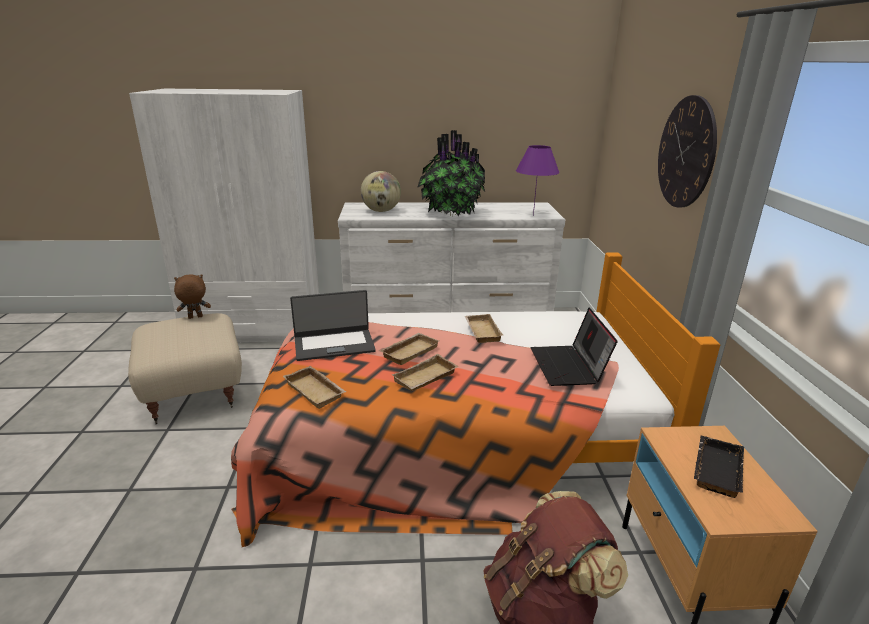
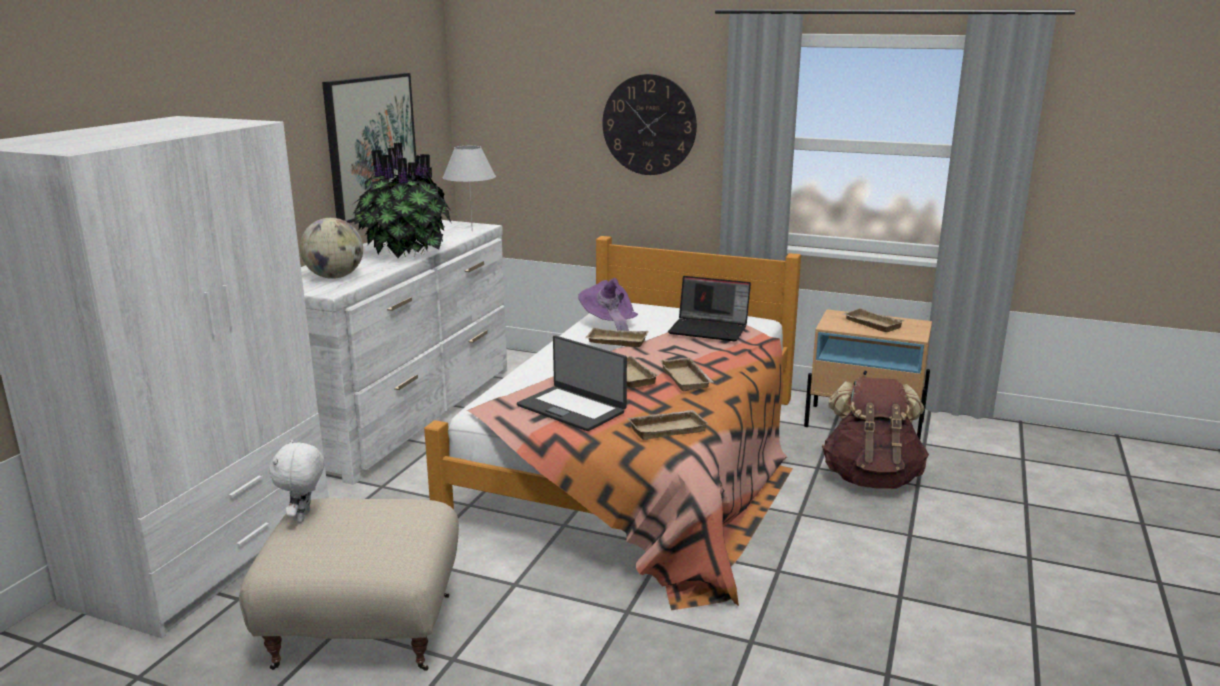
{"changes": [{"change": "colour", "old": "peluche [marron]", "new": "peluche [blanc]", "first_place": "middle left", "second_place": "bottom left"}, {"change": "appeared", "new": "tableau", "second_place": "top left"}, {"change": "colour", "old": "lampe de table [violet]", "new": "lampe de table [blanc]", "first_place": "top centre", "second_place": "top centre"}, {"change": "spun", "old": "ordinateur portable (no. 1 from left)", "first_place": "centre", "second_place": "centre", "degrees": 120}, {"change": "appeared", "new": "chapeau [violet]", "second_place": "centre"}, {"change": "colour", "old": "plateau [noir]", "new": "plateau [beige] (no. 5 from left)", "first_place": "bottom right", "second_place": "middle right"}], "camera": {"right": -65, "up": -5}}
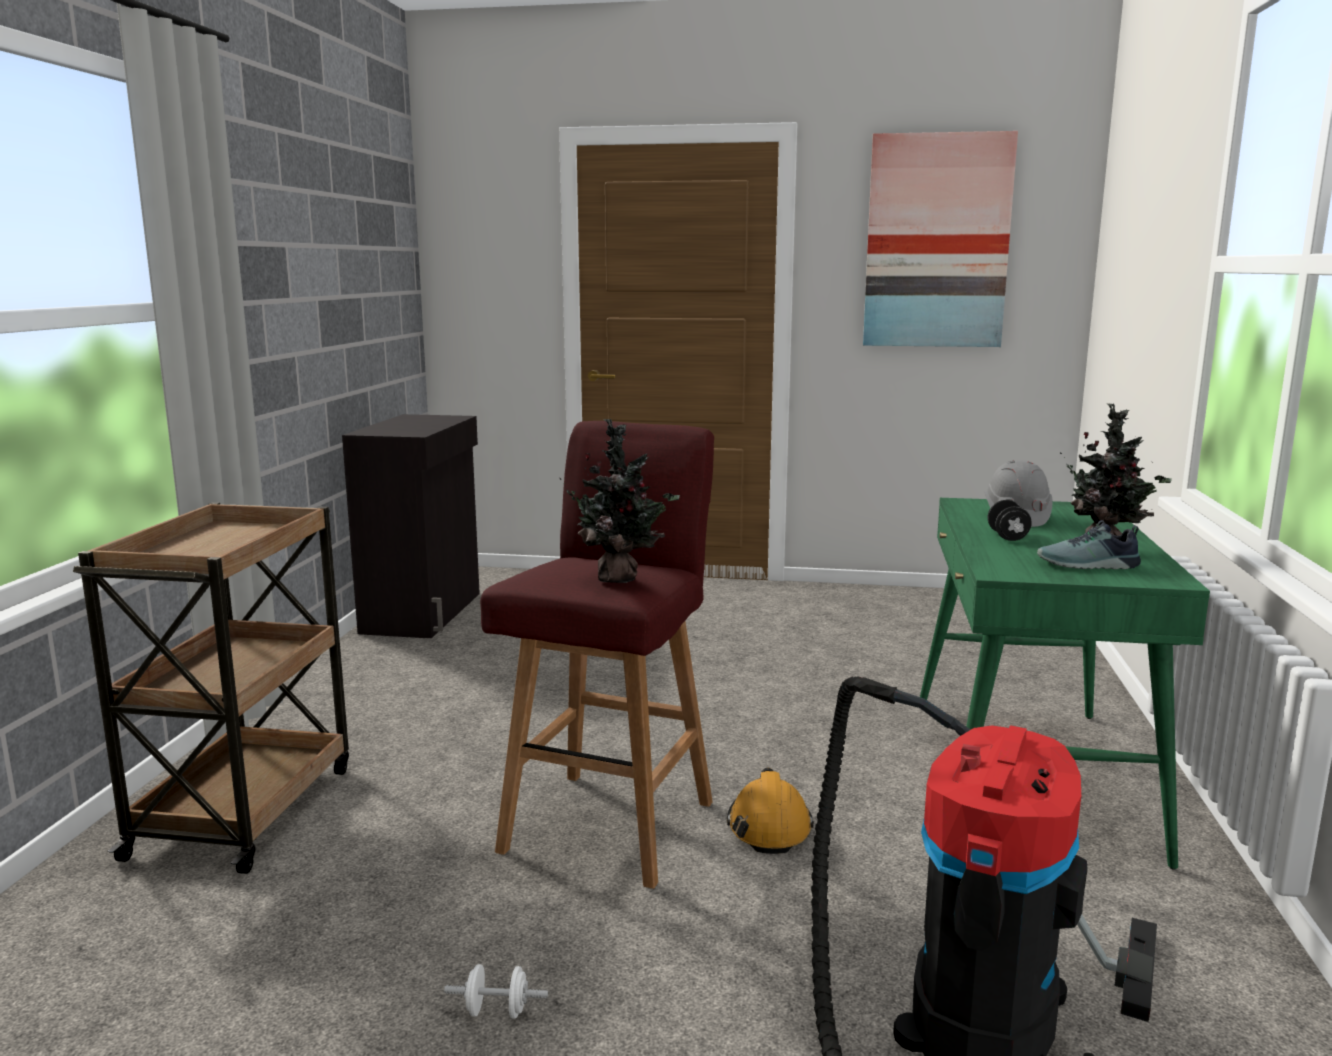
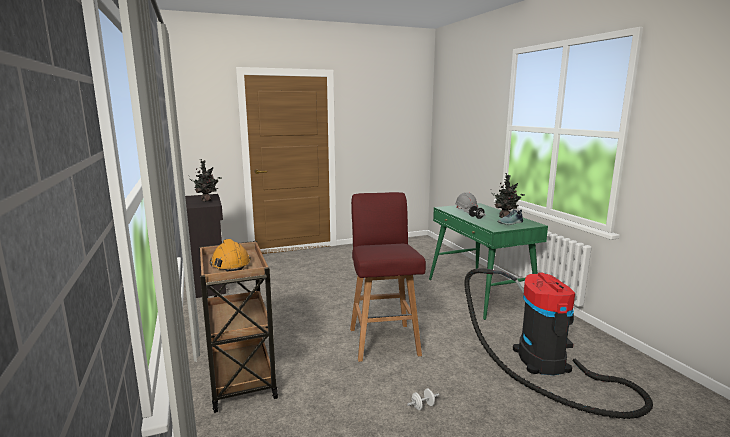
{"changes": [{"change": "relocated", "old": "plante en pot (no. 1 from left)", "first_place": "centre", "second_place": "middle left"}, {"change": "relocated", "old": "casque de chantier [orange]", "first_place": "bottom centre", "second_place": "middle left"}, {"change": "missing", "old": "tableau", "first_place": "top right"}], "camera": {"right": -30, "up": 0}}
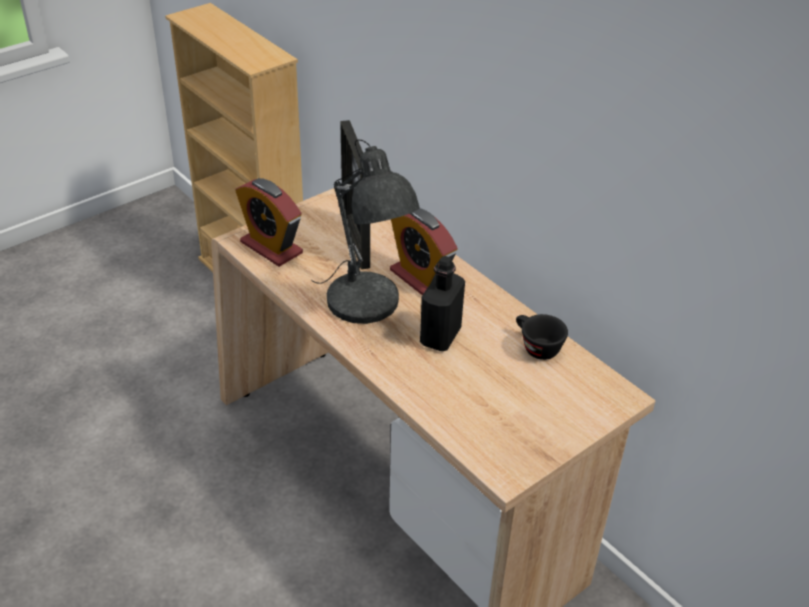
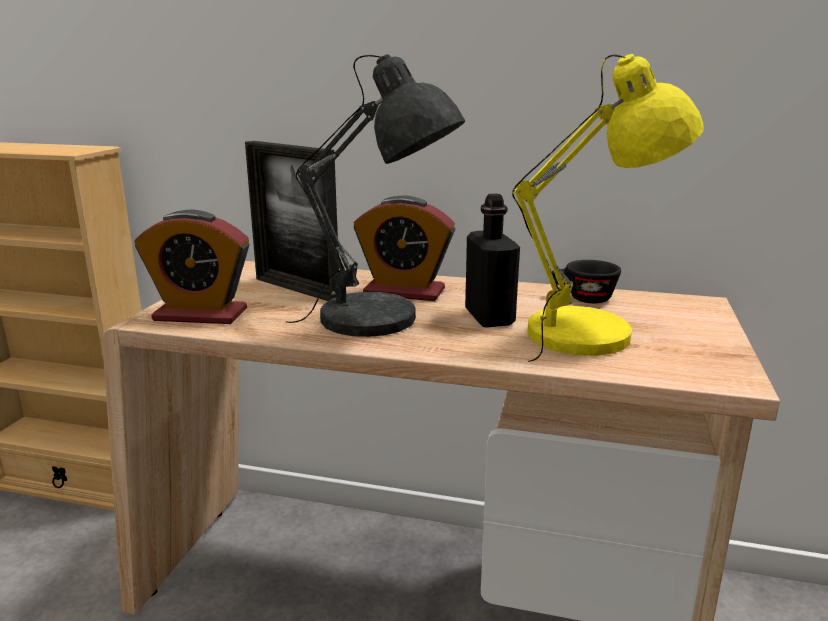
{"changes": [{"change": "appeared", "new": "lampe de table [jaune]", "second_place": "middle right"}], "camera": {"right": -35, "up": -20}}
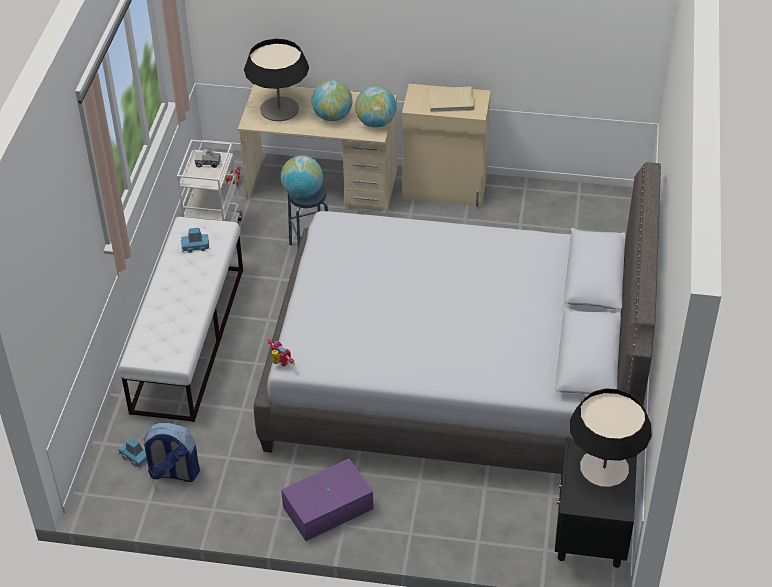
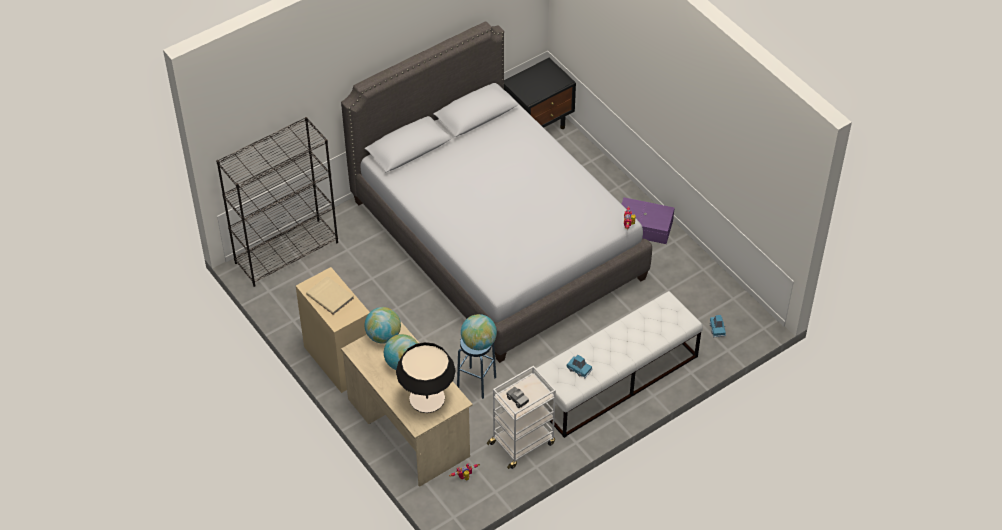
{"changes": [{"change": "appeared", "new": "bibliothèque [noir]", "second_place": "middle left"}, {"change": "missing", "old": "sac à dos", "first_place": "bottom left"}, {"change": "missing", "old": "lampe de table (no. 2 from left)", "first_place": "bottom right"}], "camera": {"right": -135, "up": 5}}
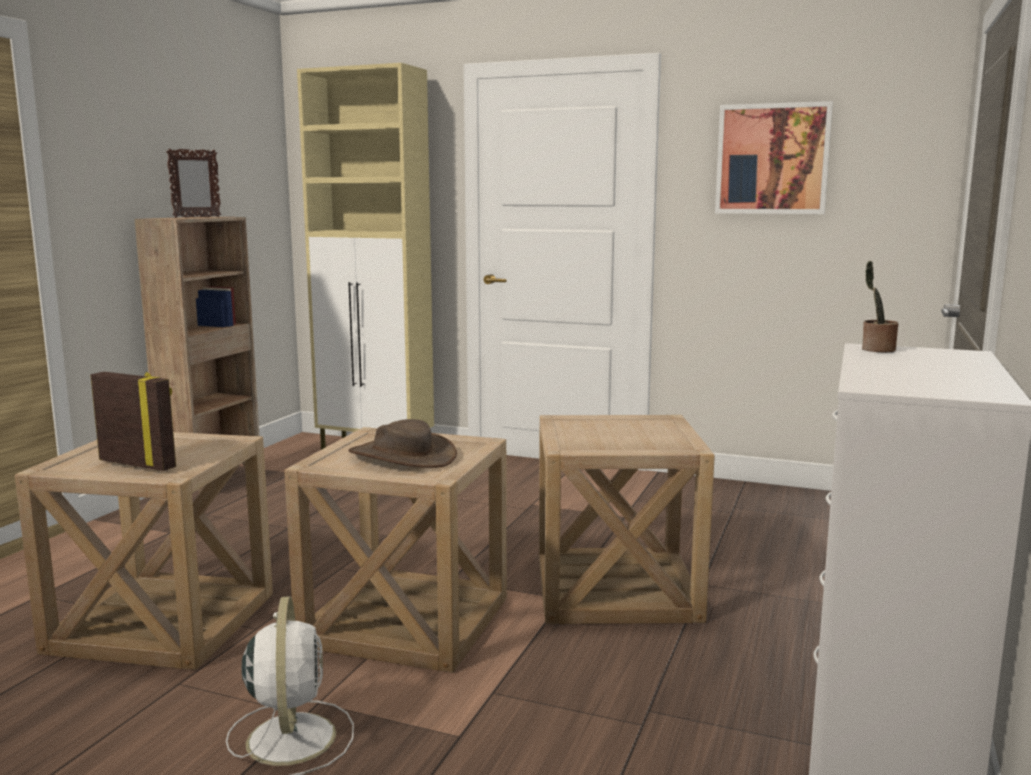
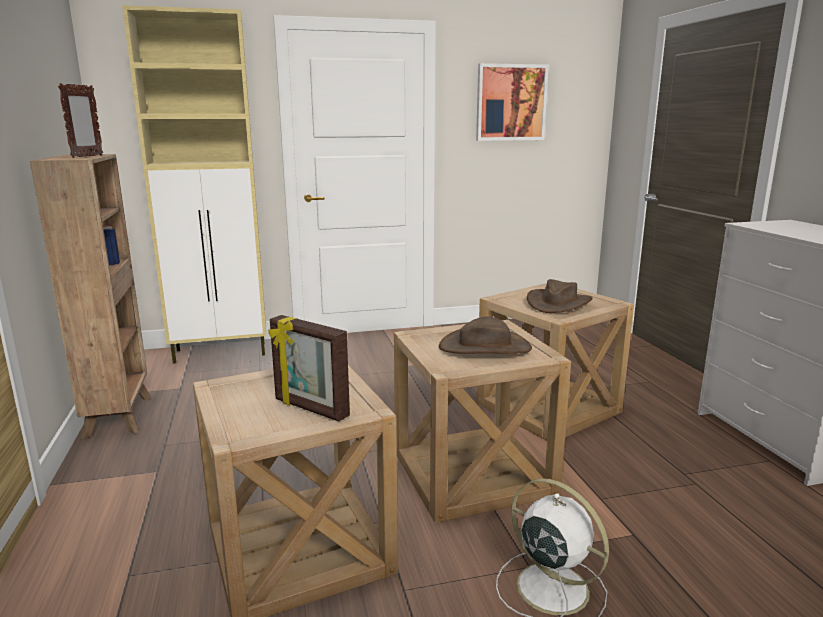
{"changes": [{"change": "spun", "old": "cadre photo (no. 1 from left in the first image)", "first_place": "middle left", "second_place": "centre", "degrees": -135}, {"change": "appeared", "new": "chapeau [marron] (no. 2 from left)", "second_place": "middle right"}, {"change": "missing", "old": "plante en pot", "first_place": "middle right"}], "camera": {"right": -35, "up": 5}}
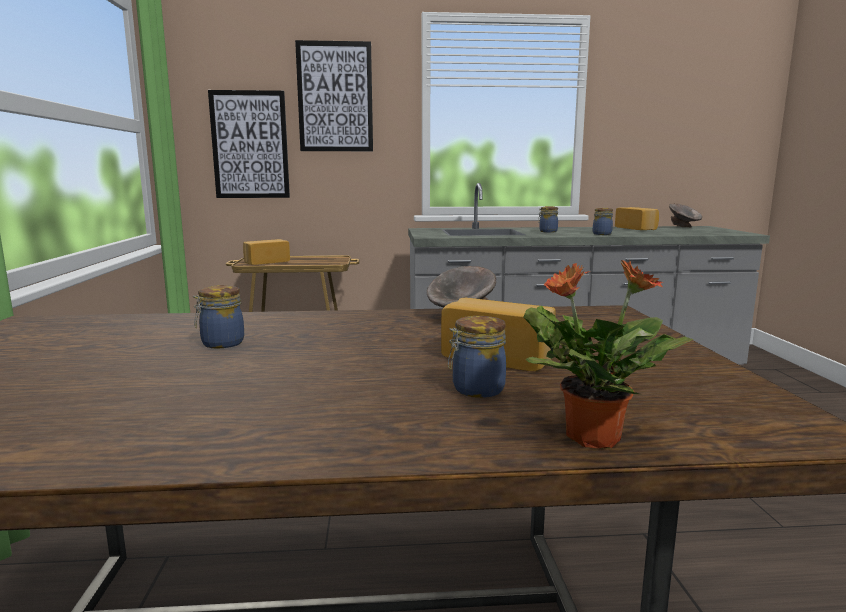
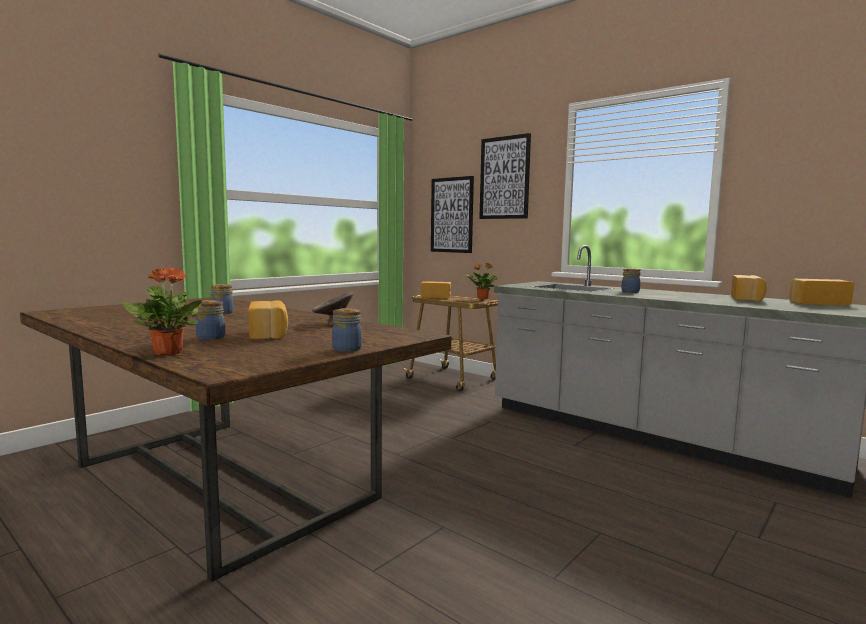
{"changes": [{"change": "relocated", "old": "bocal (no. 4 from left in the first image)", "new": "bocal (no. 3 from left)", "first_place": "middle right", "second_place": "centre"}, {"change": "appeared", "new": "plante en pot (no. 2 from left)", "second_place": "centre"}, {"change": "exchanged", "old": "bol [gris] (no. 2 from left)", "new": "pain (no. 4 from left)", "first_place": "middle right", "second_place": "middle right"}], "camera": {"right": 45, "up": -5}}
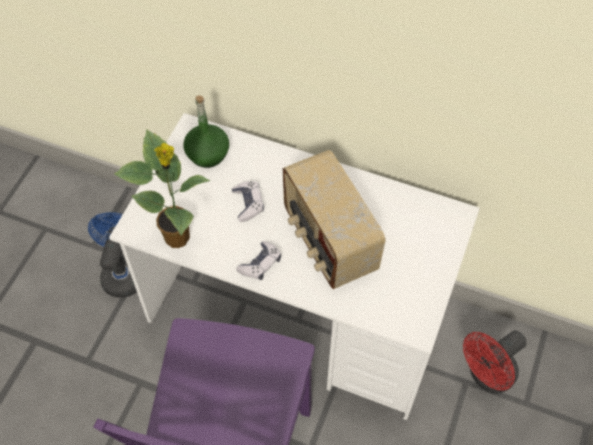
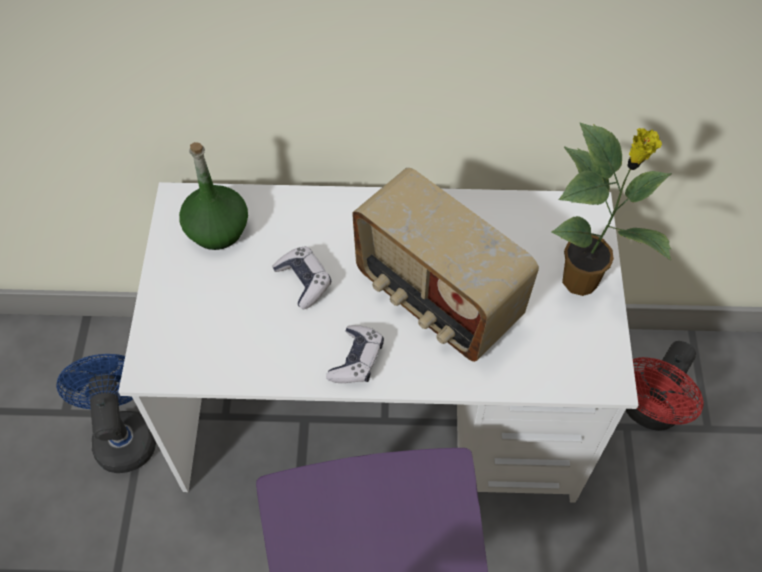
{"changes": [{"change": "relocated", "old": "plante en pot", "first_place": "middle left", "second_place": "middle right"}], "camera": {"right": -20, "up": 0}}
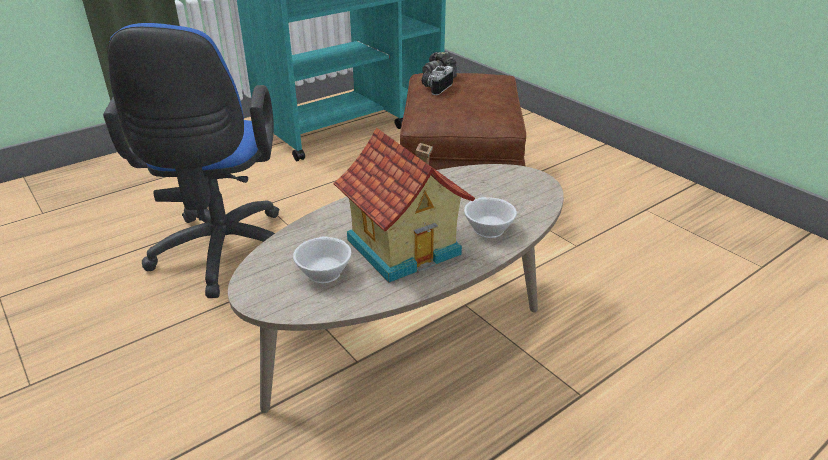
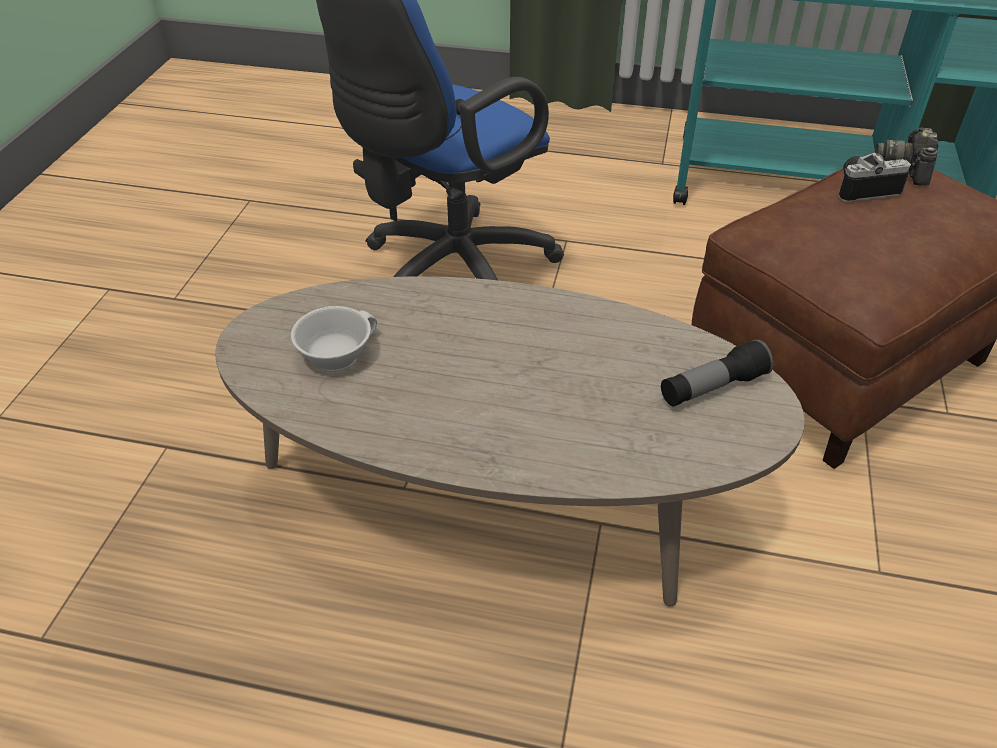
{"changes": [{"change": "appeared", "new": "lampe de poche", "second_place": "middle right"}, {"change": "missing", "old": "maison miniature", "first_place": "centre"}, {"change": "missing", "old": "tasse [blanc] (no. 2 from left)", "first_place": "centre"}], "camera": {"right": 50, "up": 10}}
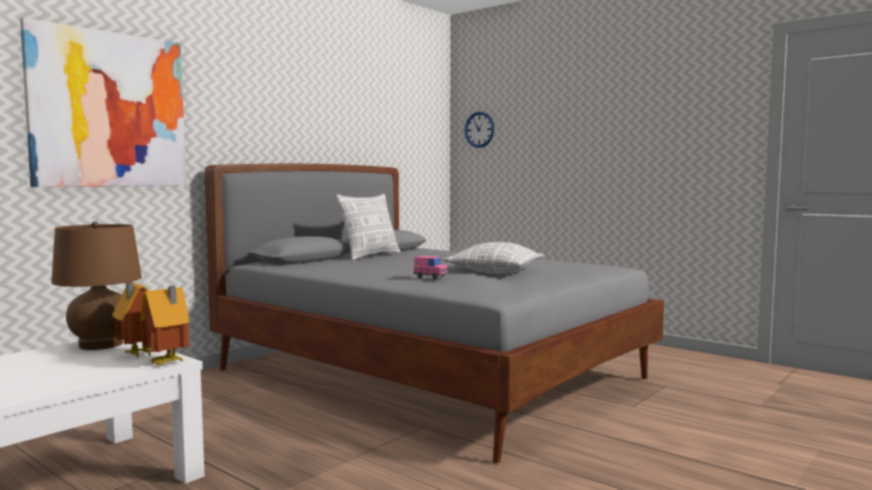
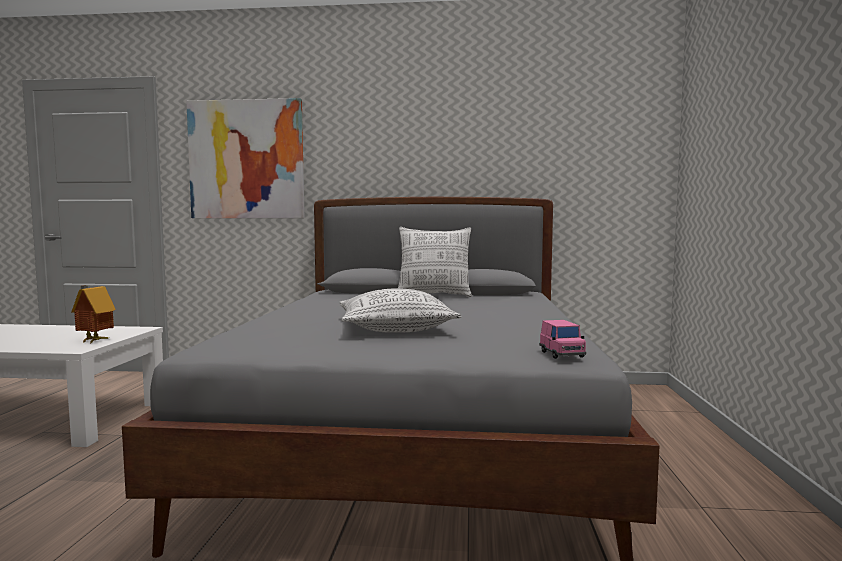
{"changes": [{"change": "relocated", "old": "petite voiture [rose]", "first_place": "centre", "second_place": "middle right"}, {"change": "missing", "old": "lampe de table [marron]", "first_place": "middle left"}, {"change": "missing", "old": "maison miniature (no. 2 from left)", "first_place": "middle left"}, {"change": "missing", "old": "horloge murale", "first_place": "top centre"}], "camera": {"right": 55, "up": 0}}
